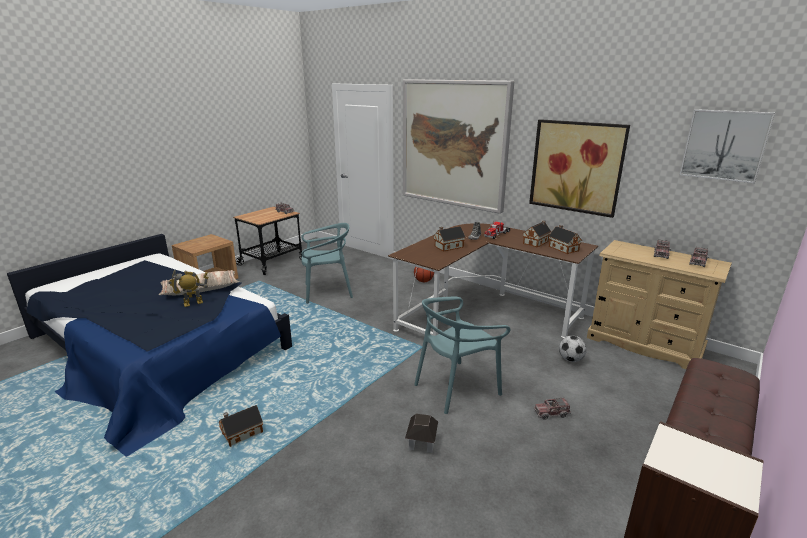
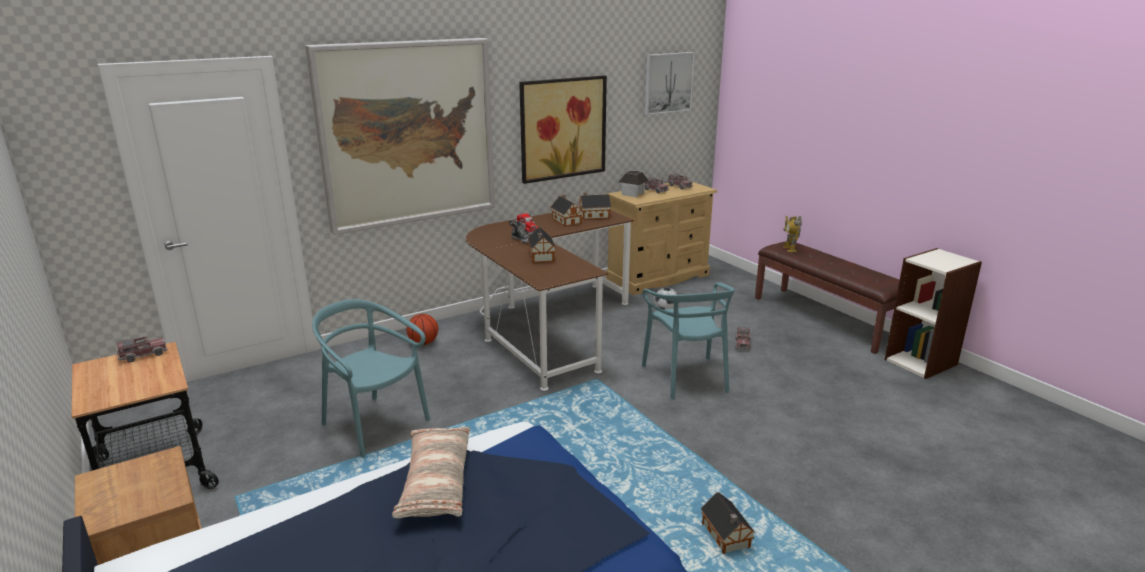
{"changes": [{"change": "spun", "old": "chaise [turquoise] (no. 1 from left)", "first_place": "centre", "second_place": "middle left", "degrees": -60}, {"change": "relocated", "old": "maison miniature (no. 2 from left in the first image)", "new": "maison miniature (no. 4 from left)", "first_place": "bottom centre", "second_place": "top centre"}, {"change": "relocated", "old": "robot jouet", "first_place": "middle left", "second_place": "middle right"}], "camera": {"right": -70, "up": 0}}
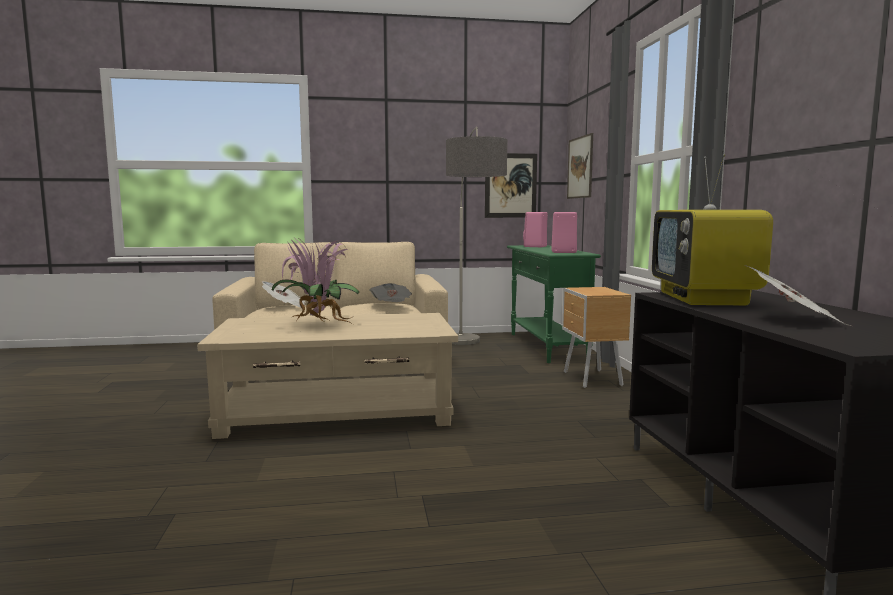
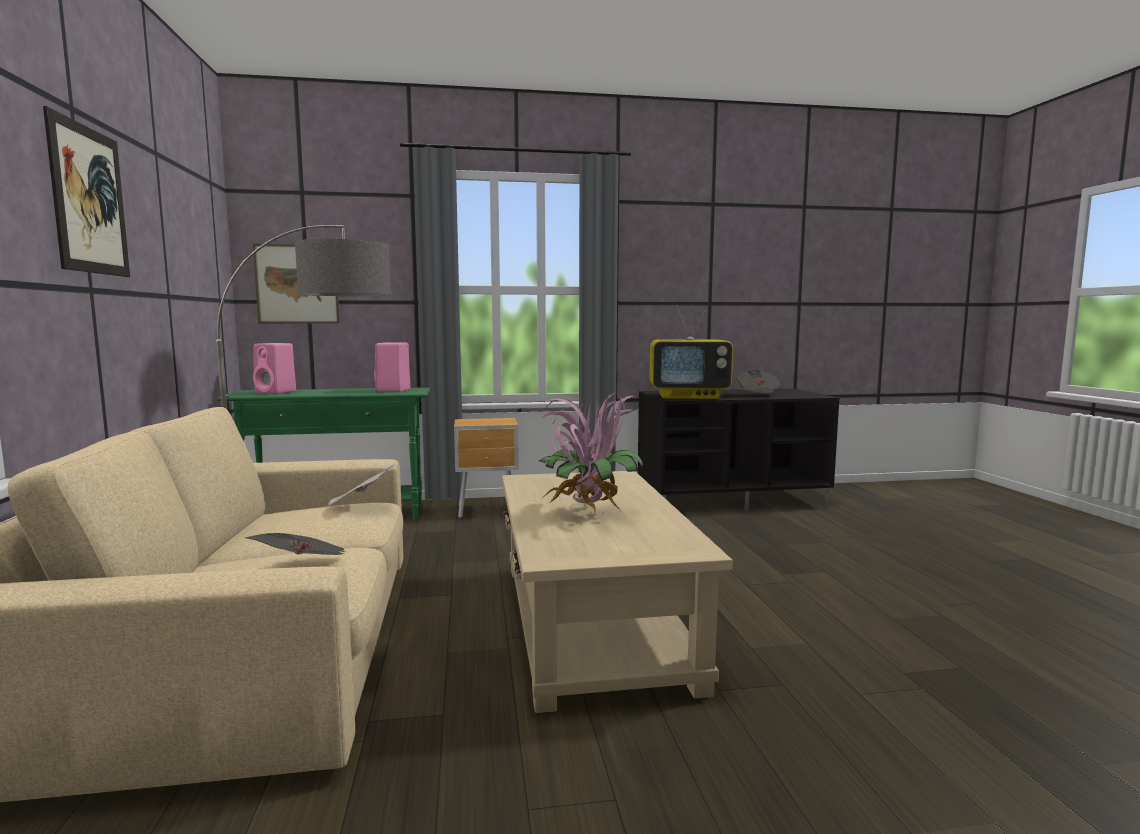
{"changes": [{"change": "relocated", "old": "tableau (no. 1 from left)", "first_place": "top centre", "second_place": "top left"}], "camera": {"right": -90, "up": 0}}
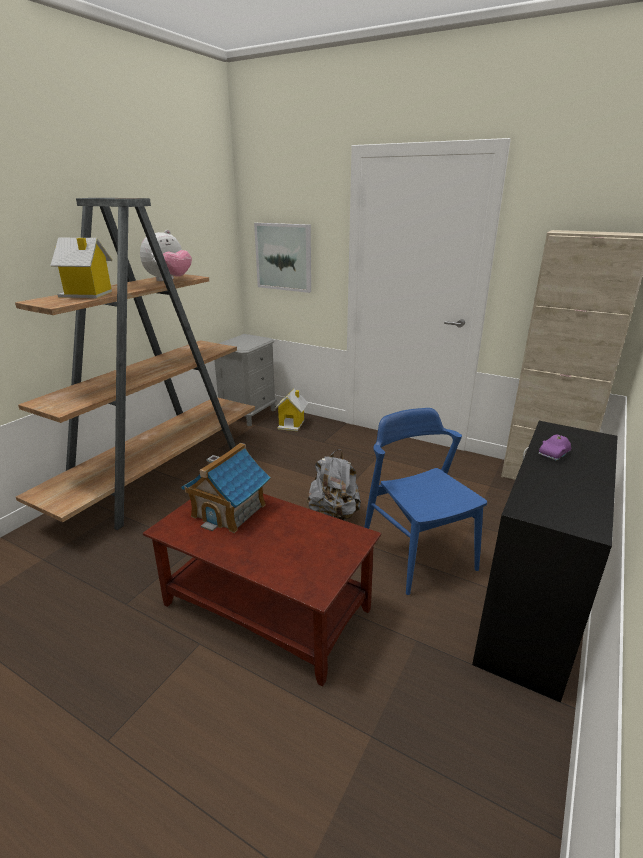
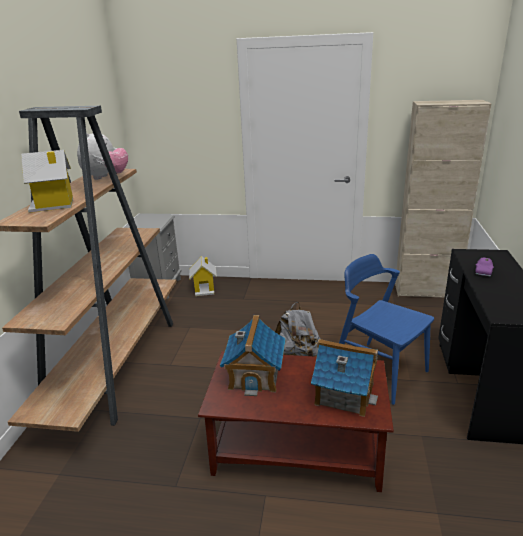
{"changes": [{"change": "appeared", "new": "maison miniature (no. 4 from left)", "second_place": "bottom centre"}, {"change": "missing", "old": "tableau", "first_place": "top centre"}], "camera": {"right": -20, "up": 0}}
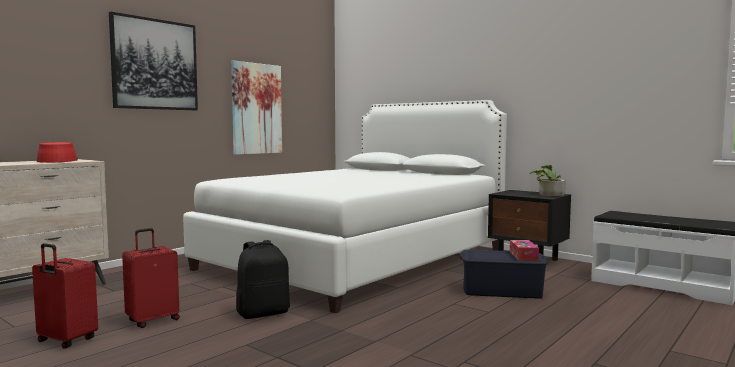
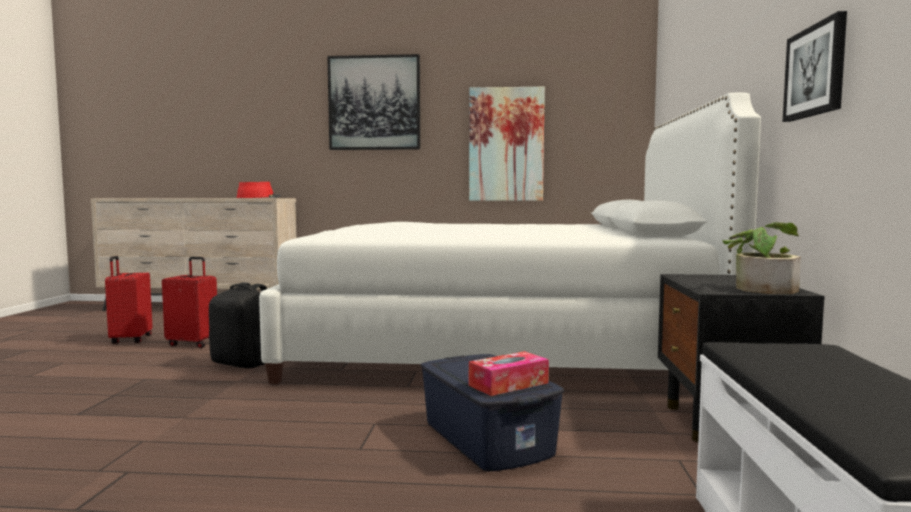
{"changes": [{"change": "appeared", "new": "tableau (no. 3 from left)", "second_place": "top right"}], "camera": {"right": 55, "up": 0}}
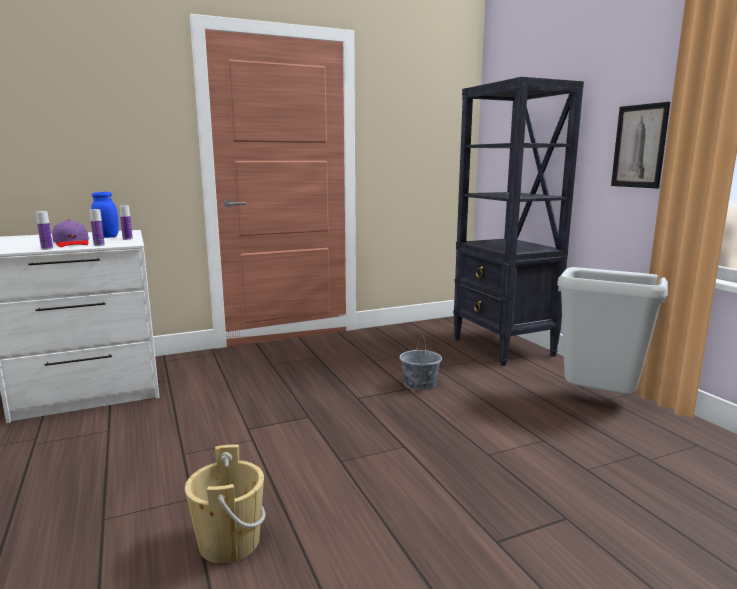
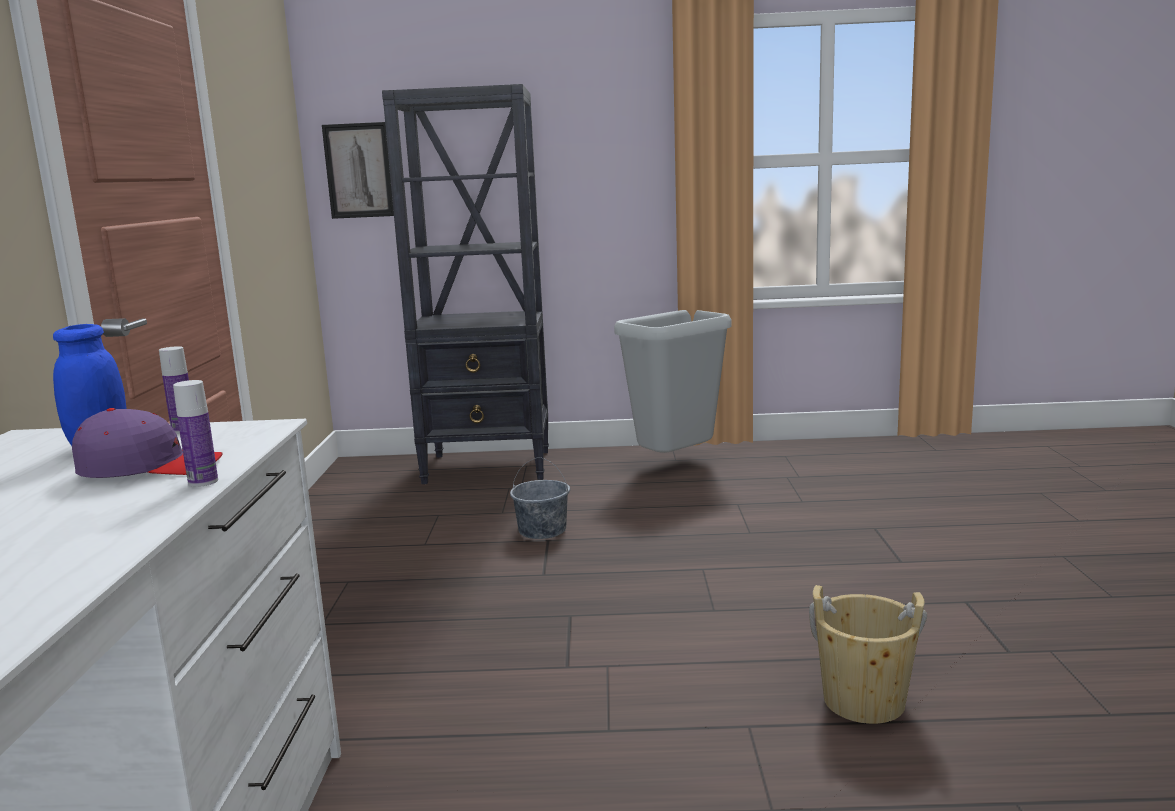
{"changes": [{"change": "relocated", "old": "tableau", "first_place": "top right", "second_place": "top left"}, {"change": "missing", "old": "bouteille (no. 2 from left)", "first_place": "middle left"}], "camera": {"right": -65, "up": 0}}
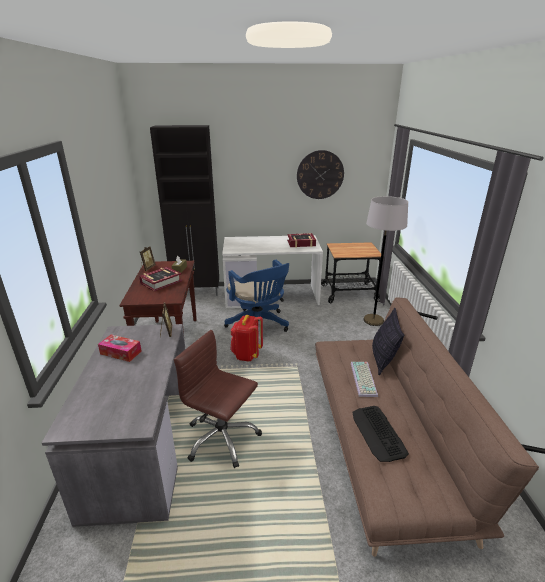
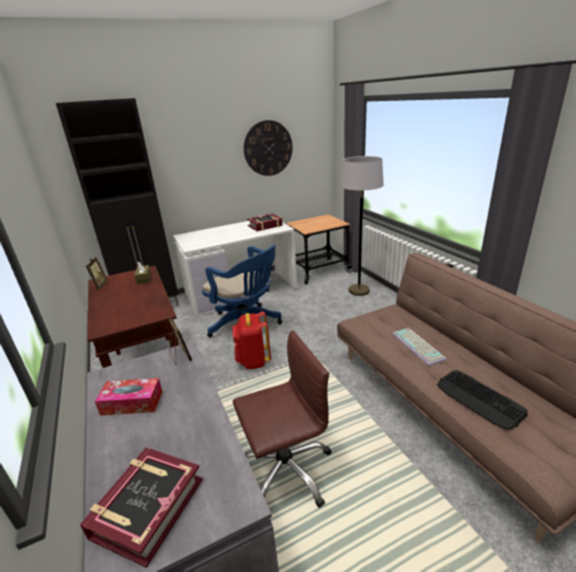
{"changes": [{"change": "relocated", "old": "livre (no. 1 from left)", "first_place": "middle left", "second_place": "bottom left"}, {"change": "spun", "old": "chaise de bureau [marron]", "first_place": "bottom centre", "second_place": "bottom centre", "degrees": 150}, {"change": "missing", "old": "coussin", "first_place": "middle right"}], "camera": {"right": -20, "up": 0}}
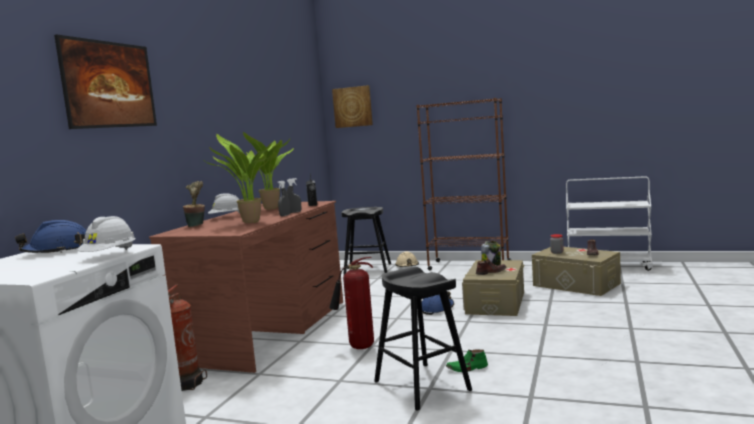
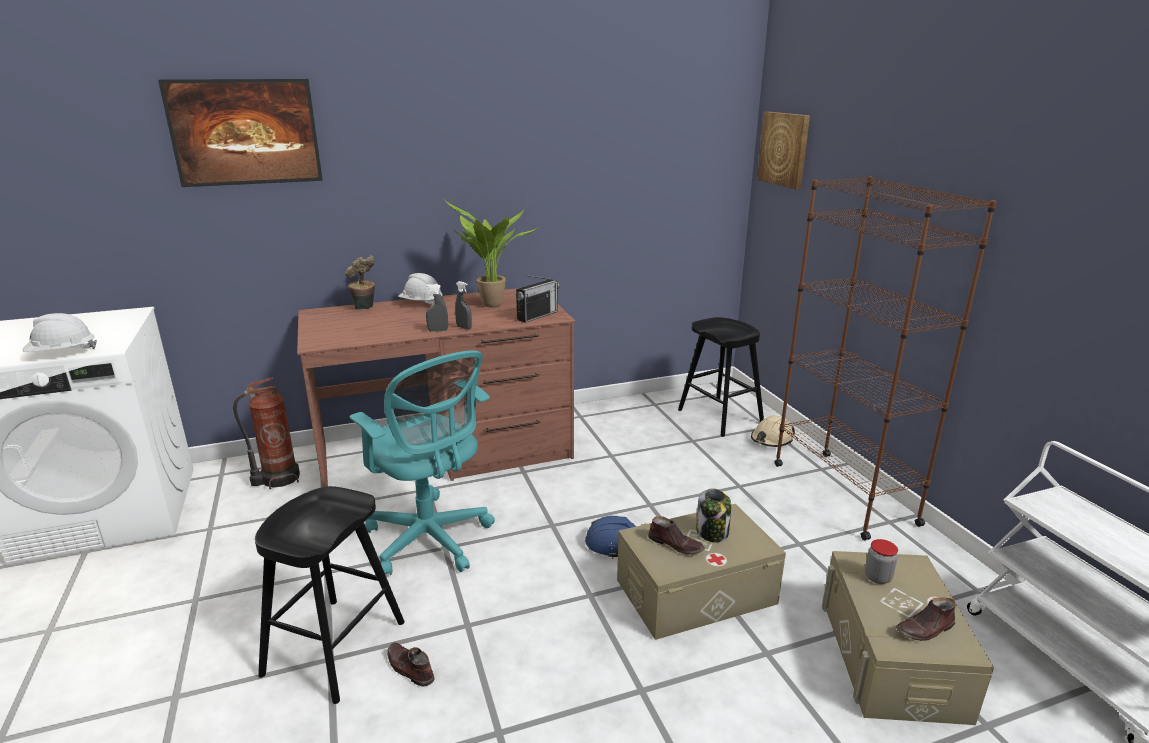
{"changes": [{"change": "exchanged", "old": "extincteur (no. 2 from left)", "new": "chaise de bureau [turquoise]", "first_place": "bottom centre", "second_place": "centre"}, {"change": "colour", "old": "chaussure [vert]", "new": "chaussure [marron] (no. 1 from left)", "first_place": "bottom centre", "second_place": "bottom centre"}, {"change": "missing", "old": "casque de chantier [bleu] (no. 1 from left)", "first_place": "middle left"}, {"change": "missing", "old": "plante en pot (no. 2 from left)", "first_place": "middle left"}], "camera": {"right": 50, "up": 15}}
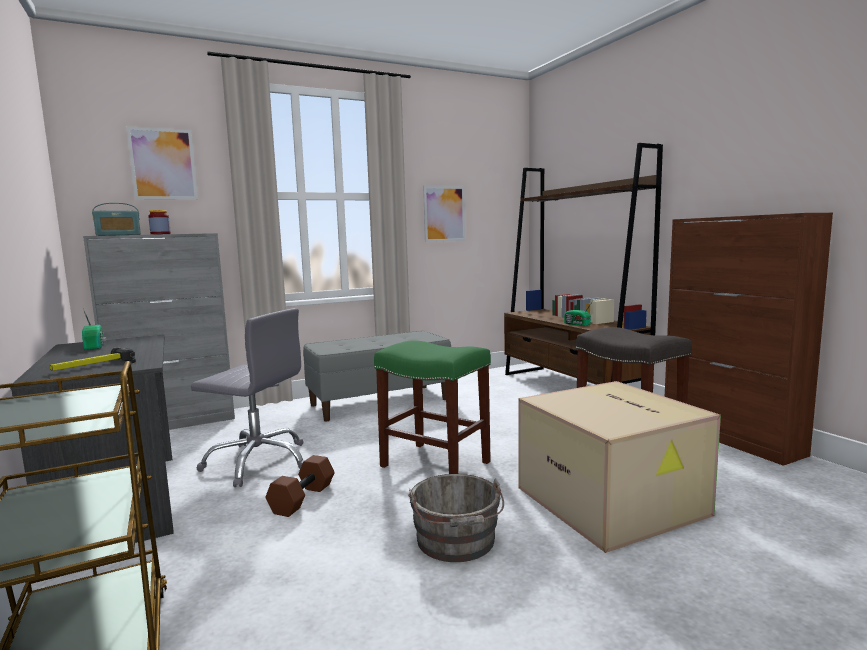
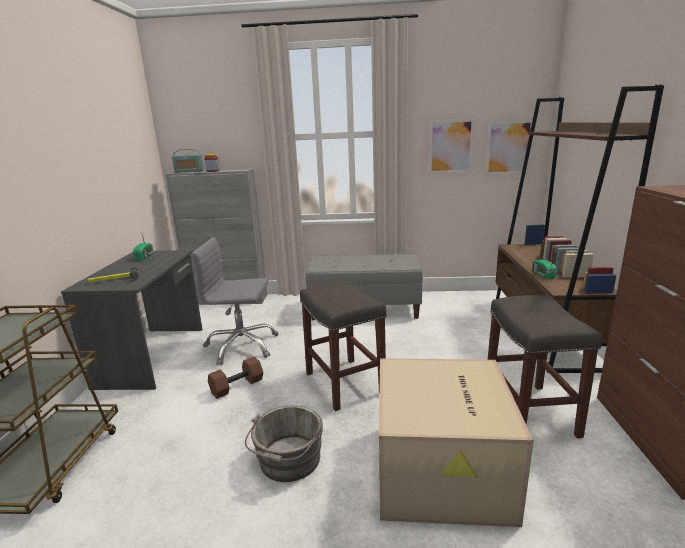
{"changes": [{"change": "spun", "old": "chaise de bureau [gris]", "first_place": "middle left", "second_place": "centre", "degrees": 135}, {"change": "colour", "old": "tabouret [vert]", "new": "tabouret [gris] (no. 1 from left)", "first_place": "centre", "second_place": "centre"}, {"change": "relocated", "old": "tableau (no. 1 from left in the first image)", "new": "tableau (no. 2 from left)", "first_place": "top left", "second_place": "top right"}], "camera": {"right": 30, "up": 10}}
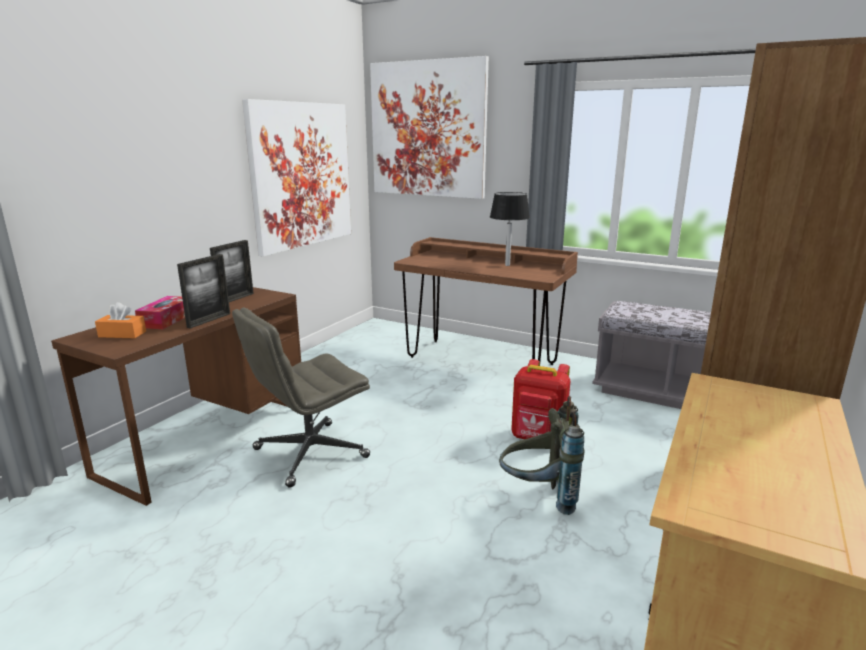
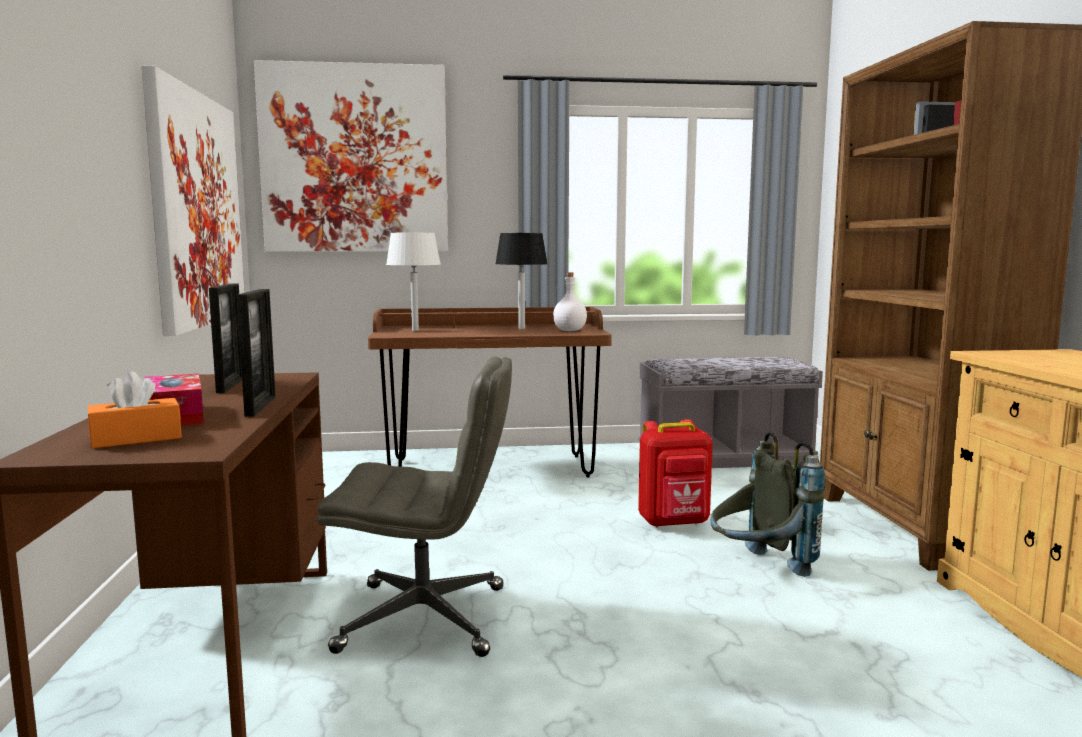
{"changes": [{"change": "spun", "old": "chaise de bureau [gris]", "first_place": "centre", "second_place": "bottom centre", "degrees": -105}, {"change": "appeared", "new": "lampe de table [blanc]", "second_place": "centre"}, {"change": "appeared", "new": "bouteille [blanc]", "second_place": "centre"}], "camera": {"right": -35, "up": -10}}
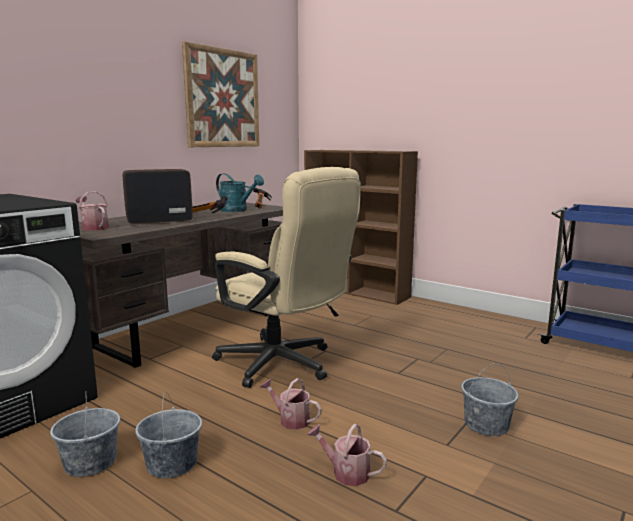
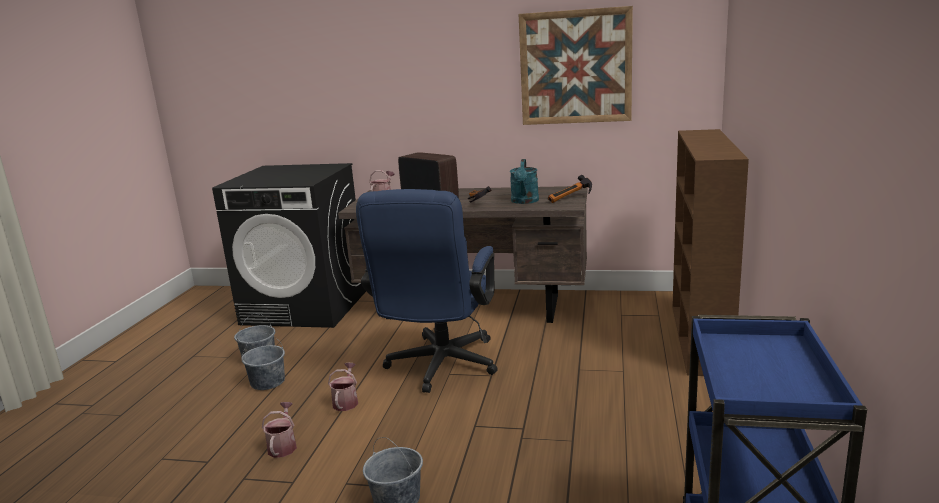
{"changes": [{"change": "colour", "old": "chaise de bureau [beige]", "new": "chaise de bureau [bleu]", "first_place": "centre", "second_place": "centre"}], "camera": {"right": 65, "up": 5}}
